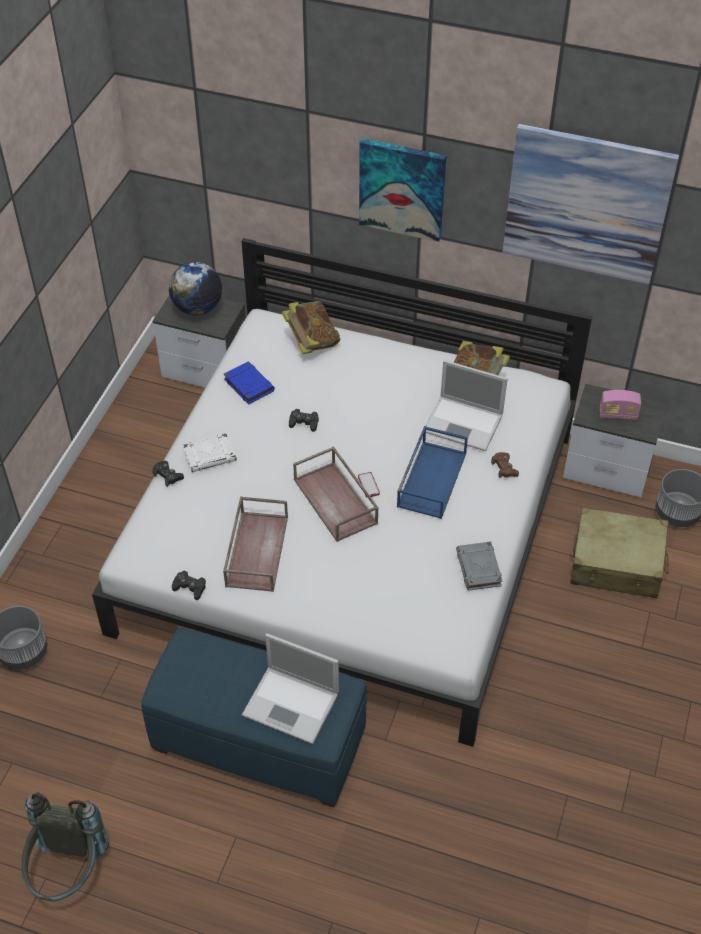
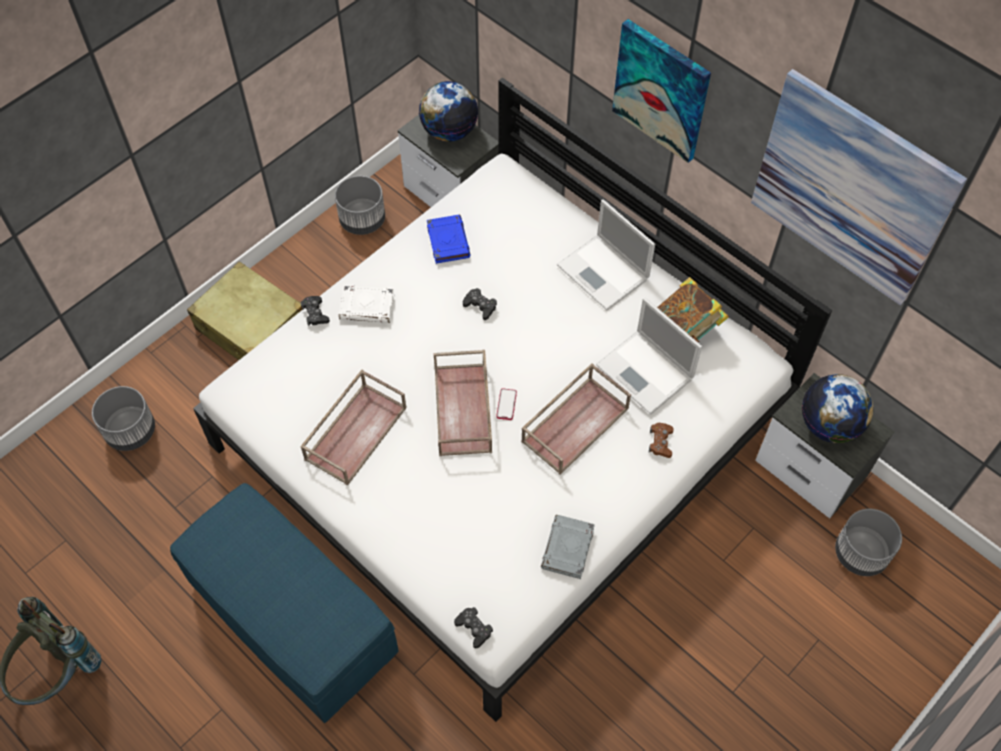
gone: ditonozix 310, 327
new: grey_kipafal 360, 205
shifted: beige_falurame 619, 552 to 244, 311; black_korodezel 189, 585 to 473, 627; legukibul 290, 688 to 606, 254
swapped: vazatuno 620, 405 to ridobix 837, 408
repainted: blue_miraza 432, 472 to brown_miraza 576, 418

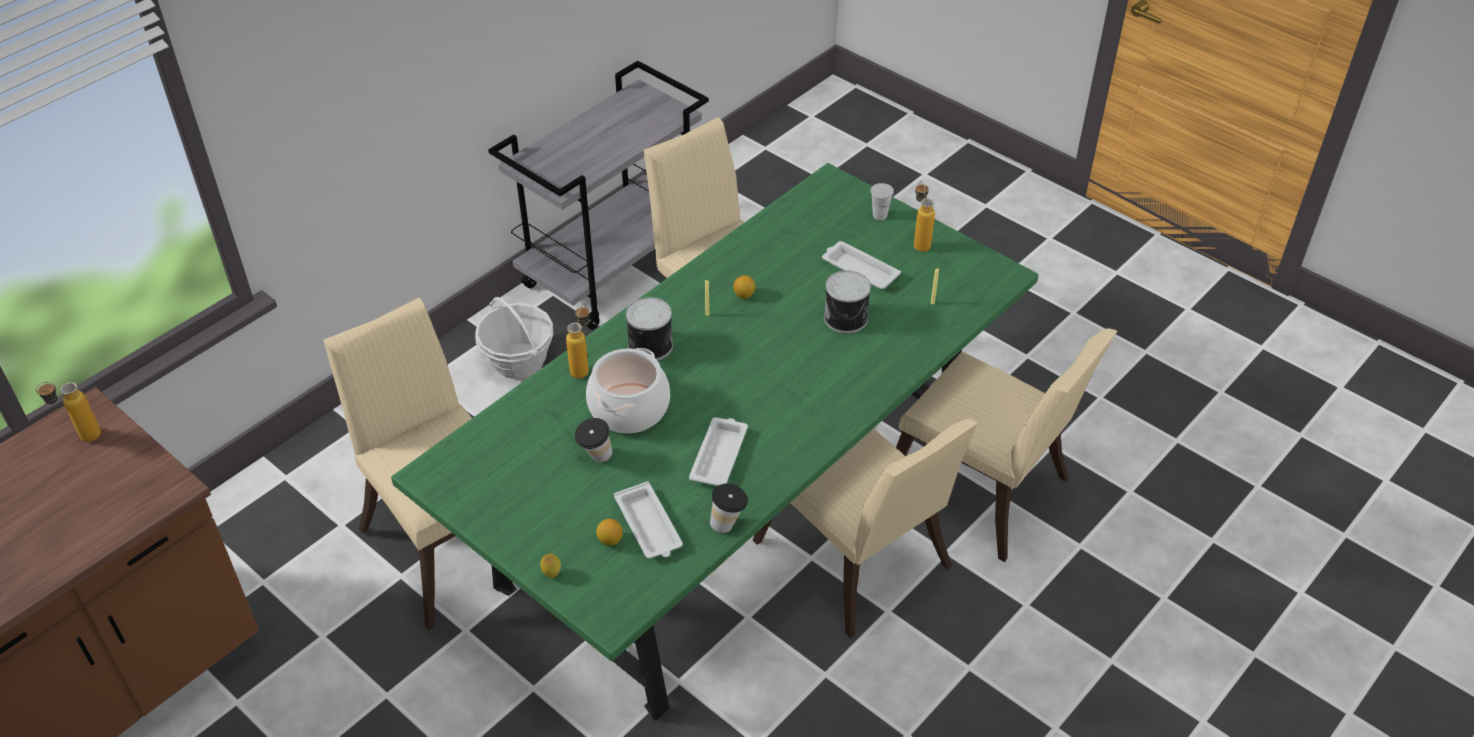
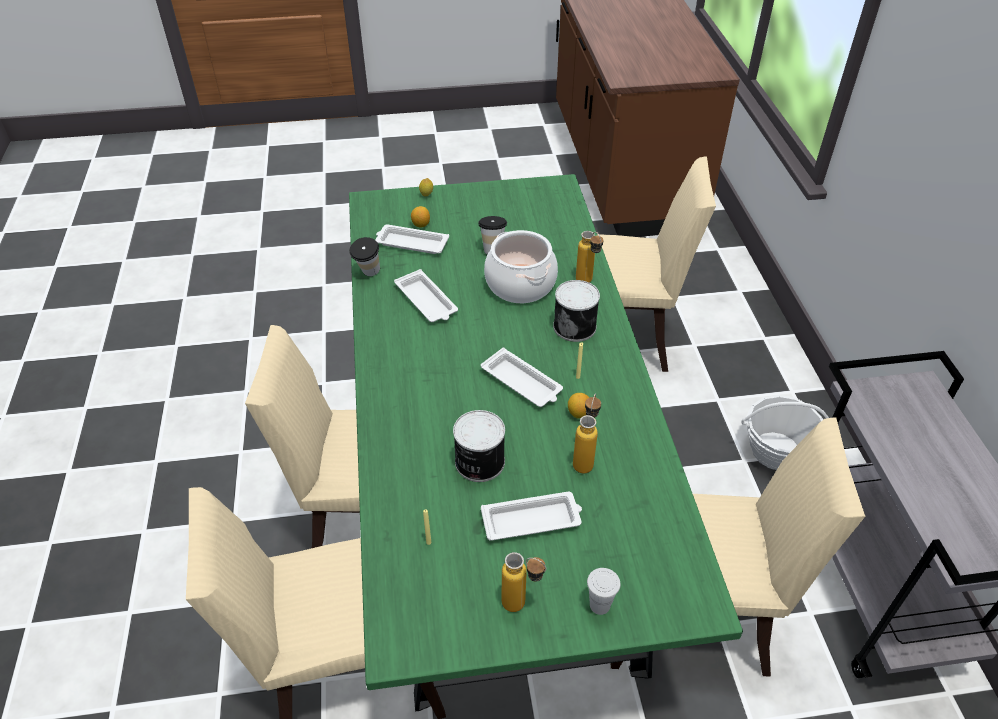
new: white_miraza 522, 377
shifted: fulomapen 68, 412 to 587, 433

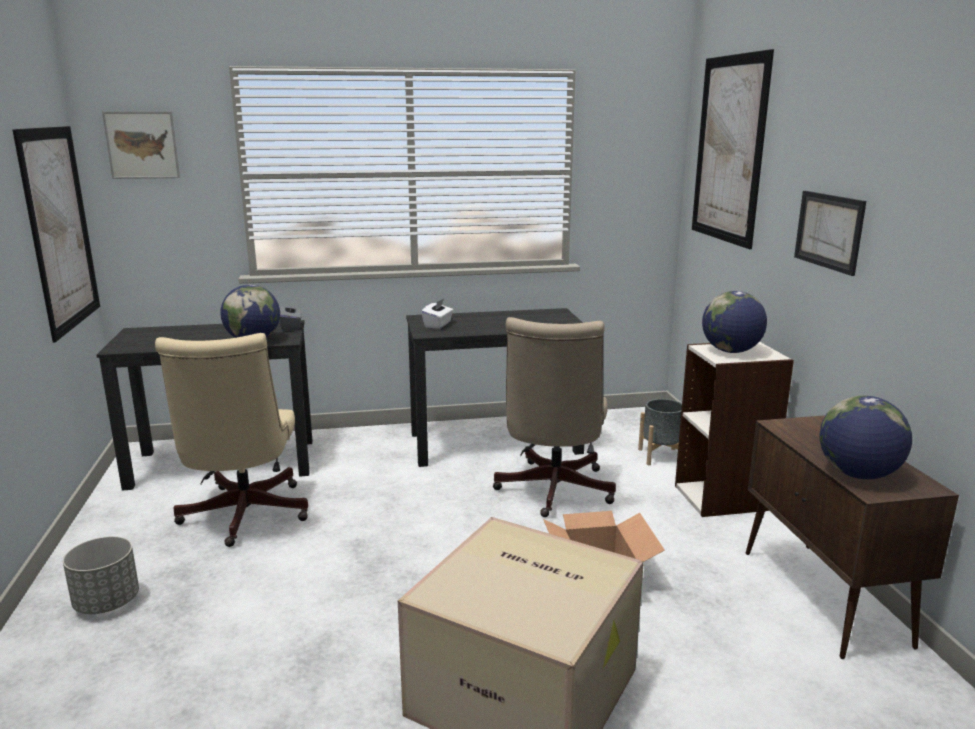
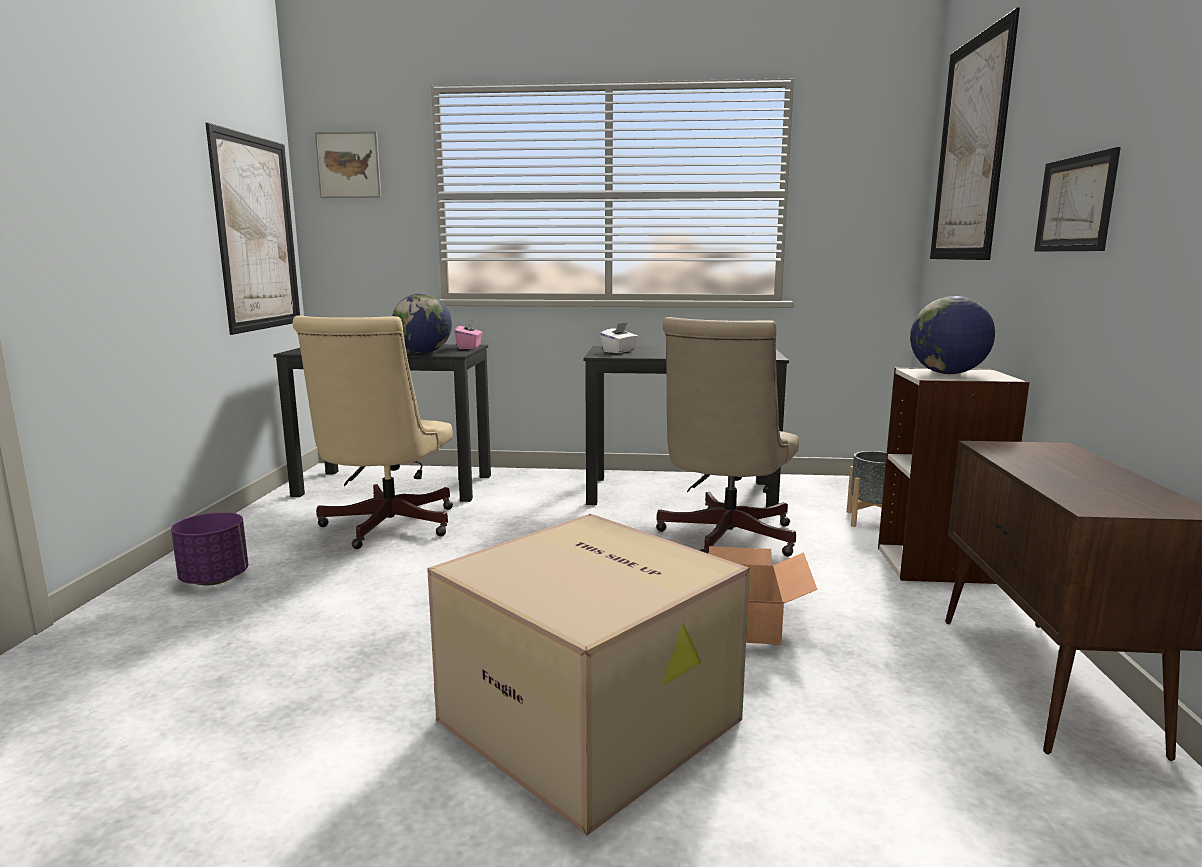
gone: ridobix 865, 437
repainted: grey_kipafal 101, 575 to purple_kipafal 209, 549; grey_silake 290, 316 to pink_silake 469, 334

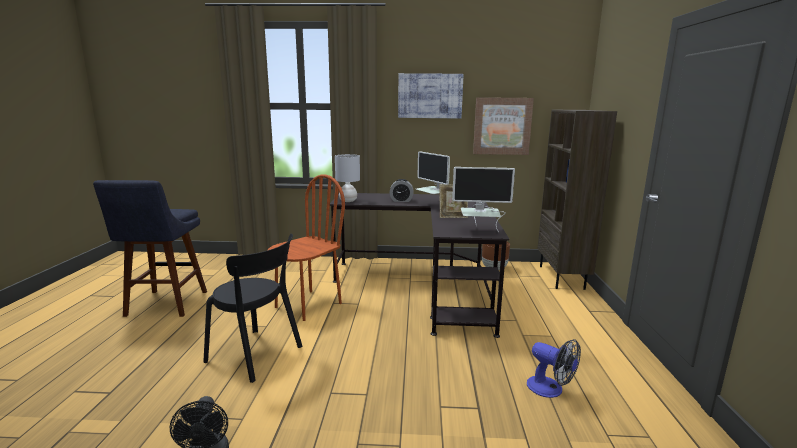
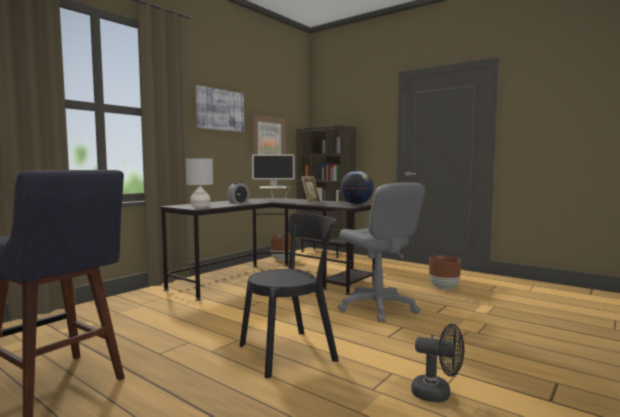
gone: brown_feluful 306, 247
new: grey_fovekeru 381, 252
swapped: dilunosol 483, 200 to ridobix 357, 187; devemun 554, 368 to brown_kipafal 445, 273

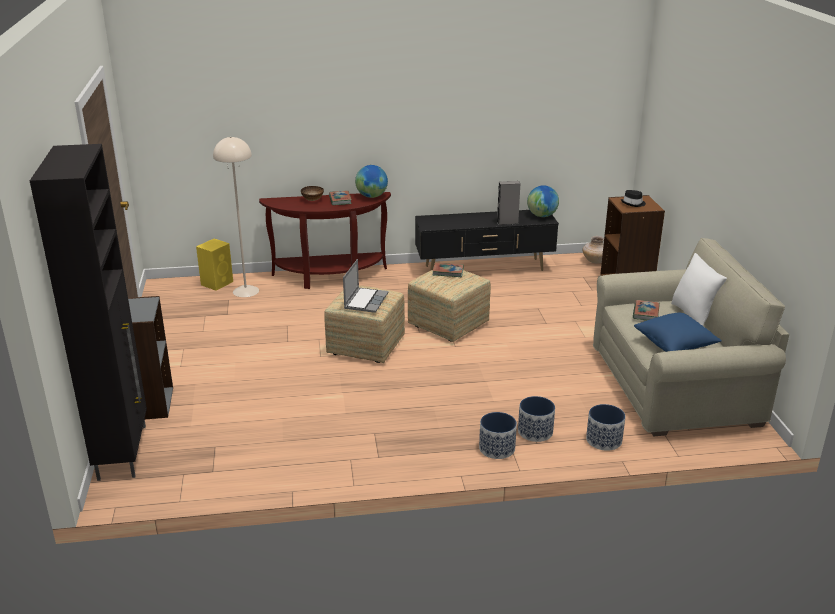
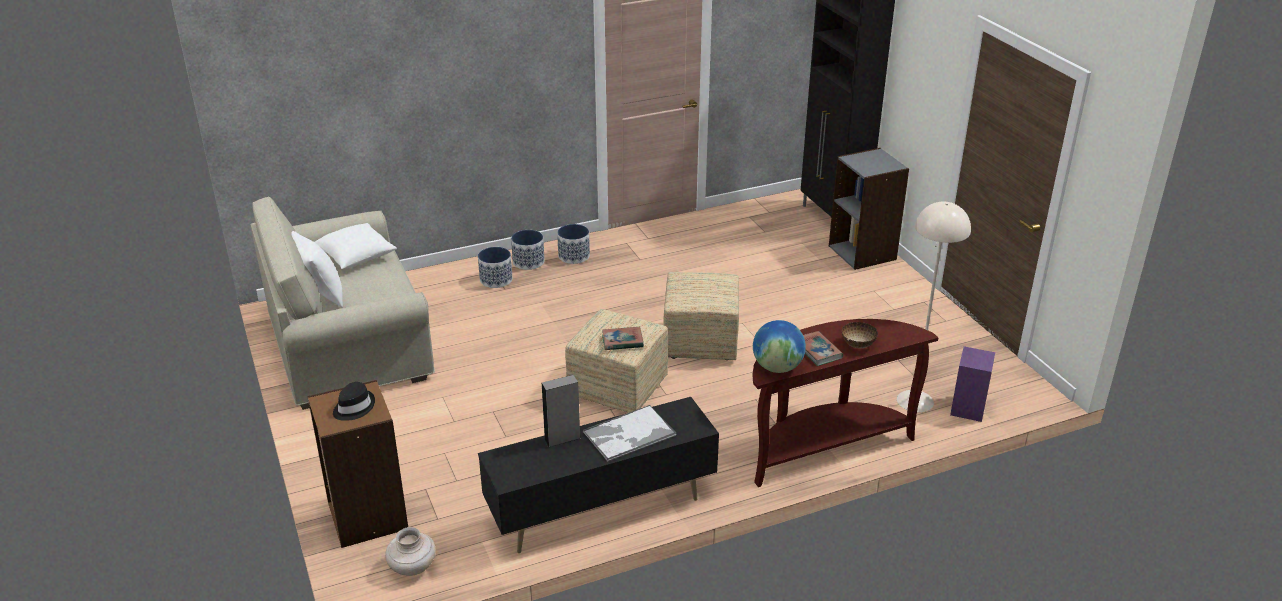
gone: legukibul 366, 286; ridobix 543, 201; ditonozix 646, 310
new: miraza 629, 433
shifted: kipafal 605, 427 to 573, 244
repainted: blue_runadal 678, 332 to white_runadal 356, 246; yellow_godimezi 214, 265 to purple_godimezi 972, 384

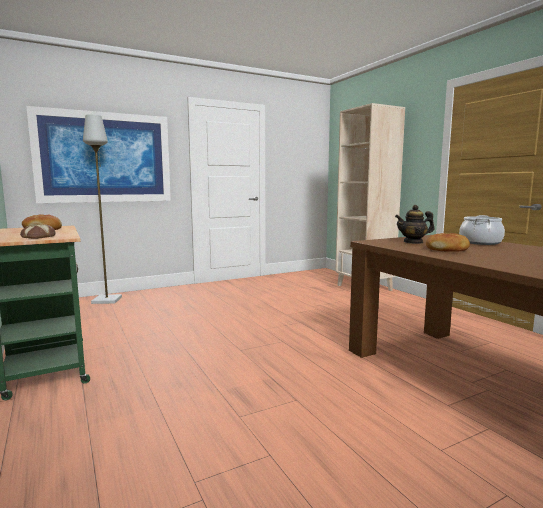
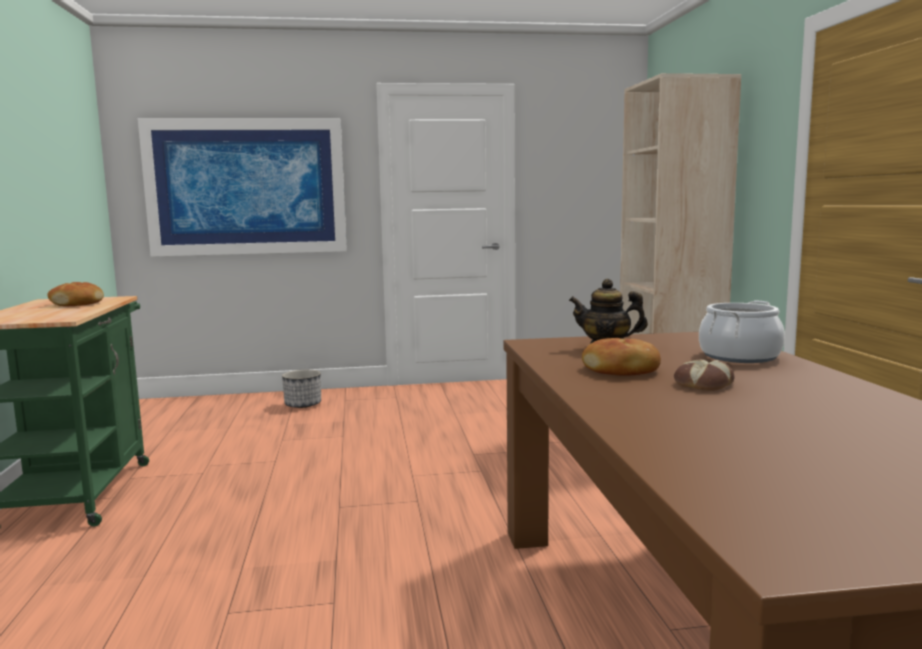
gone: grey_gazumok 102, 209
new: kipafal 301, 389
shifted: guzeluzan 38, 232 to 704, 375

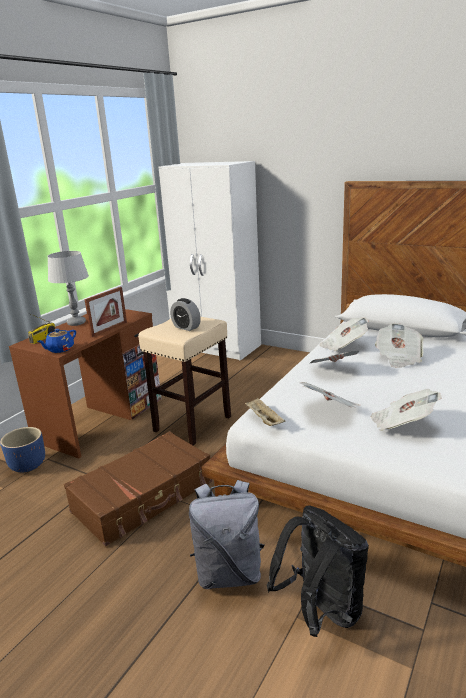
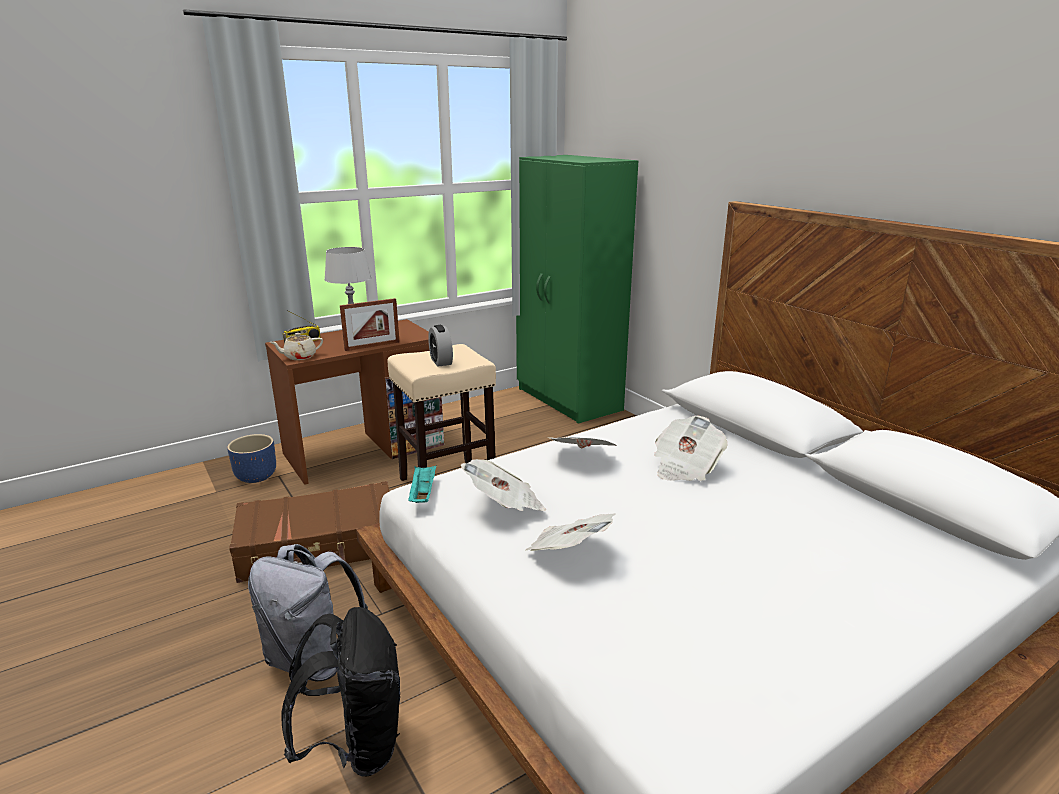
gone: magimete 344, 334
repainted: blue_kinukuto 56, 341 to beige_kinukuto 296, 346; beige_miraza 265, 412 to turquoise_miraza 422, 484; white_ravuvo 210, 261 to green_ravuvo 577, 289

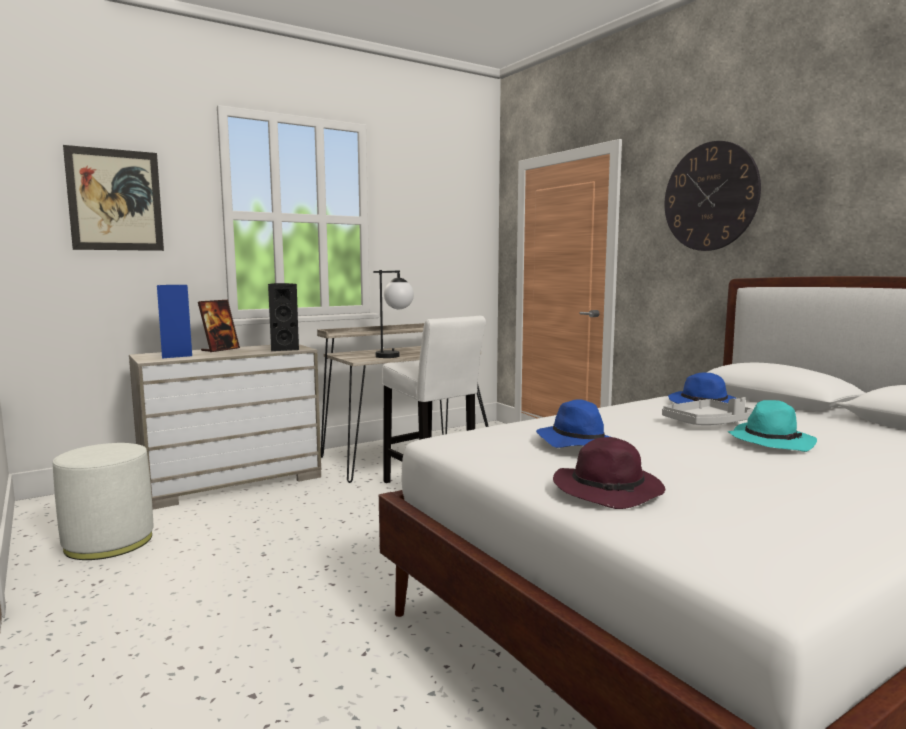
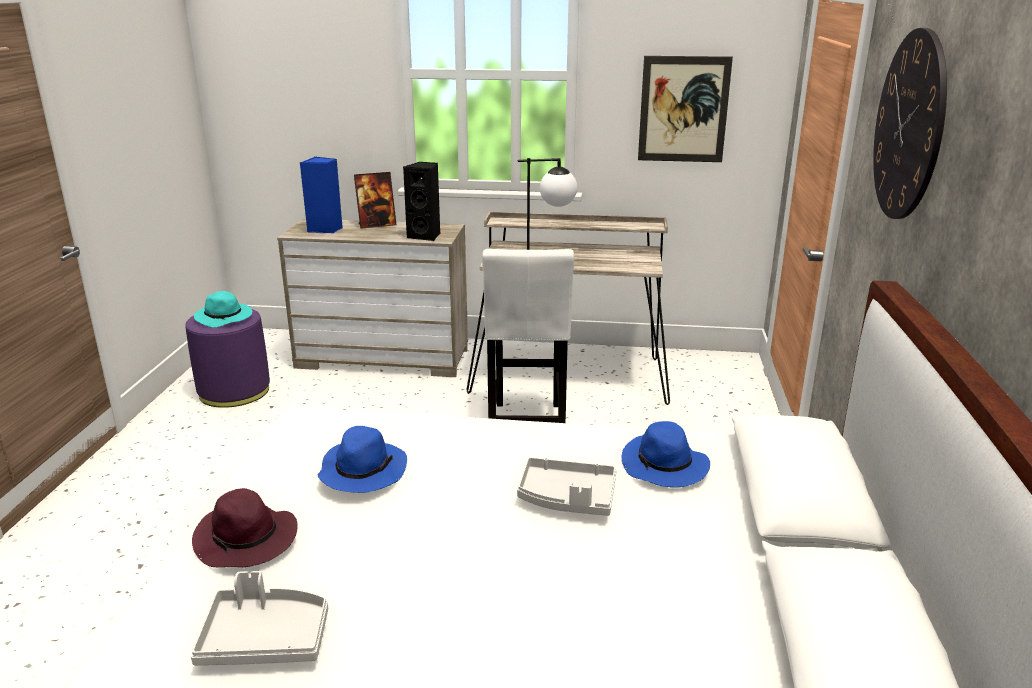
new: grey_miraza 259, 618
shifted: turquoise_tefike 772, 426 to 223, 309; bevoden 113, 198 to 685, 109
repainted: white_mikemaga 103, 501 to purple_mikemaga 227, 358

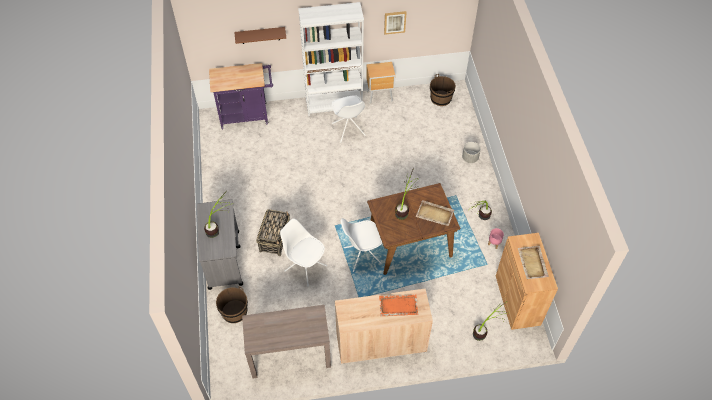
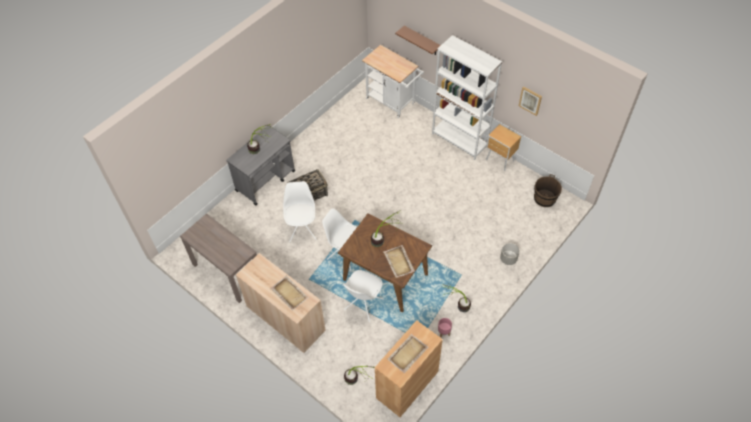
gone: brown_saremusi 232, 304
shifted: white_feluful 349, 118 to 363, 296
repainted: orange_miraza 398, 305 to beige_miraza 289, 293; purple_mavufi 241, 96 to white_mavufi 393, 81

